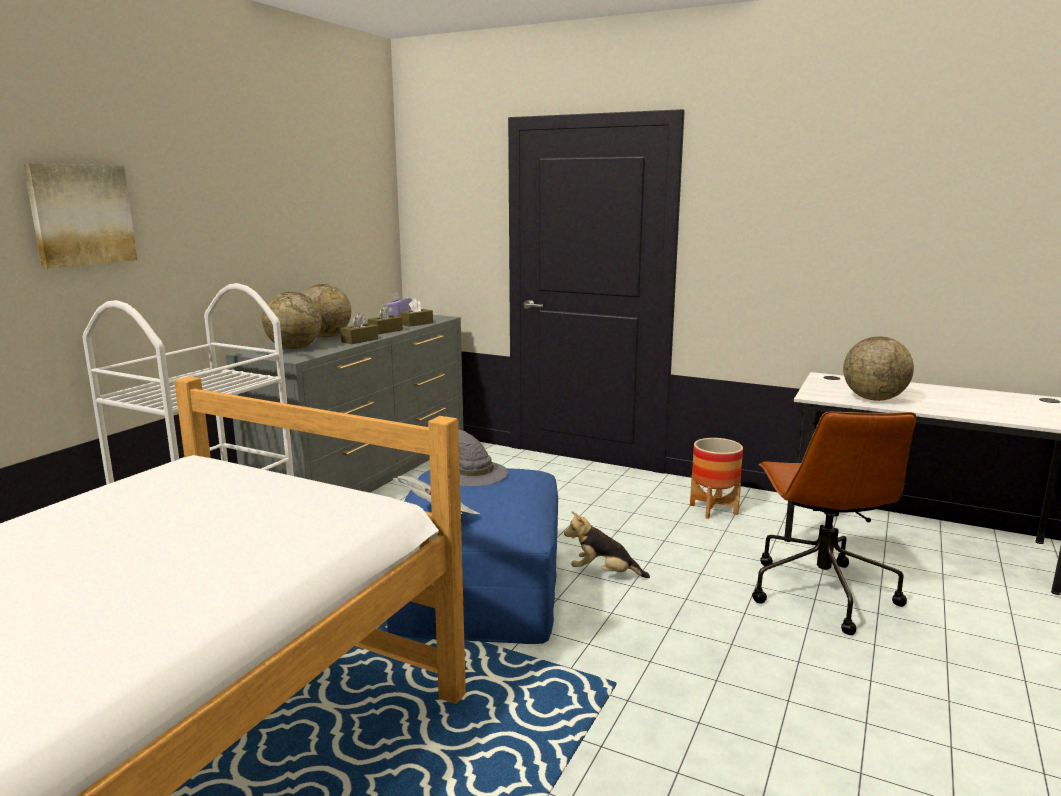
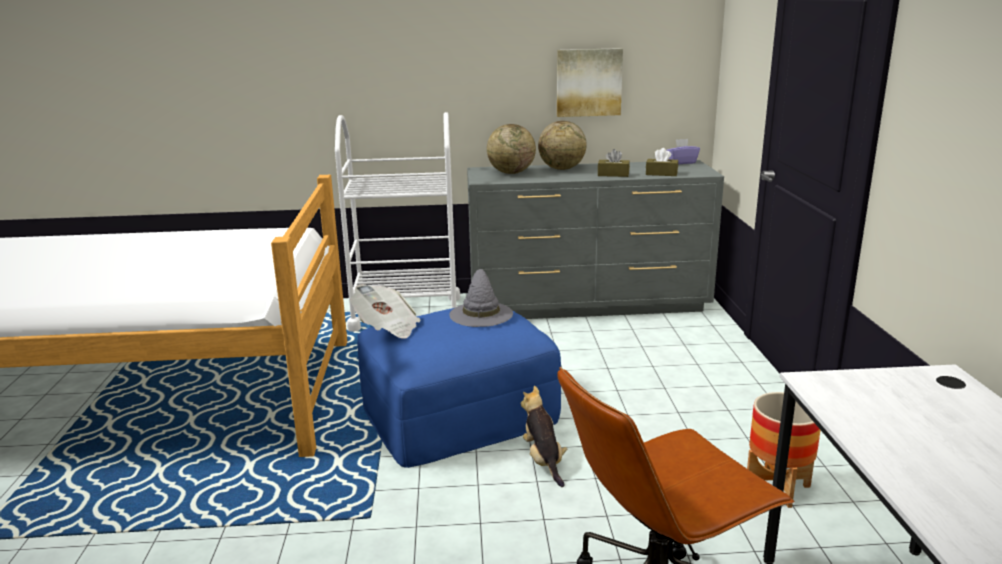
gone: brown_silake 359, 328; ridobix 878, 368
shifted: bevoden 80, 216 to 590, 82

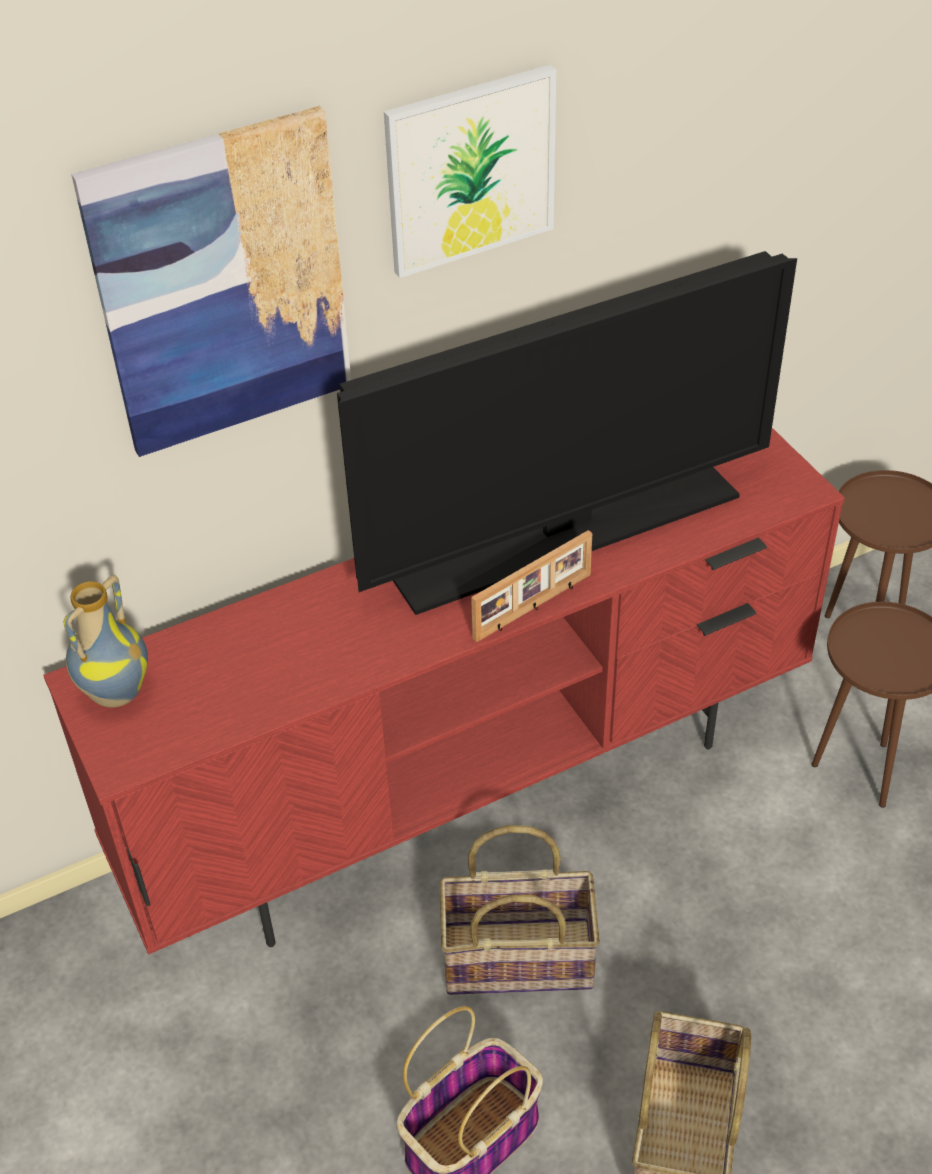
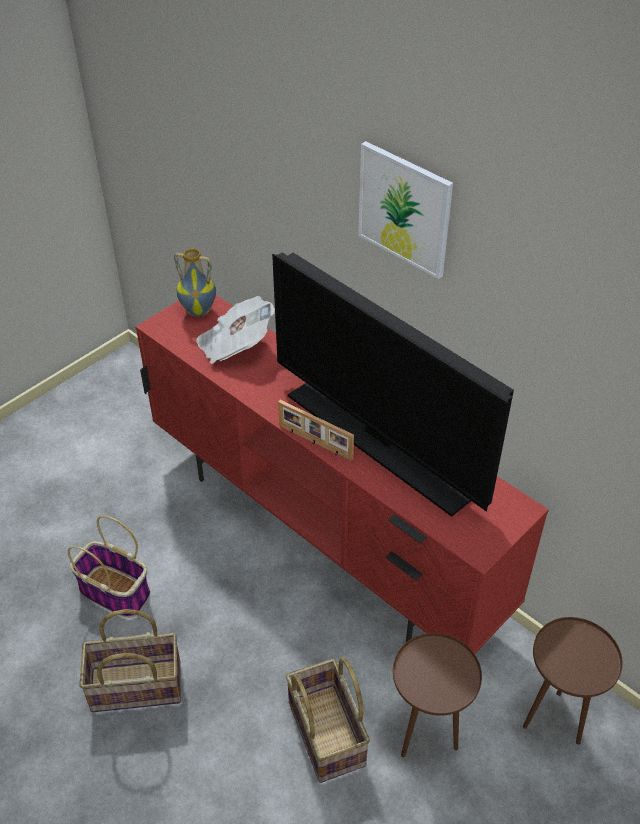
gone: bevoden 211, 281
new: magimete 235, 330
shifted: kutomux 520, 910 to 328, 720

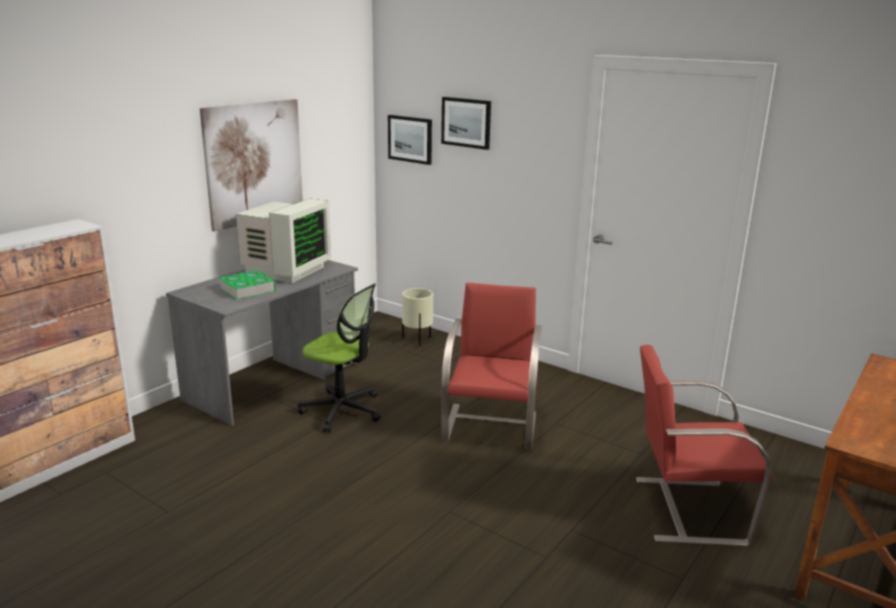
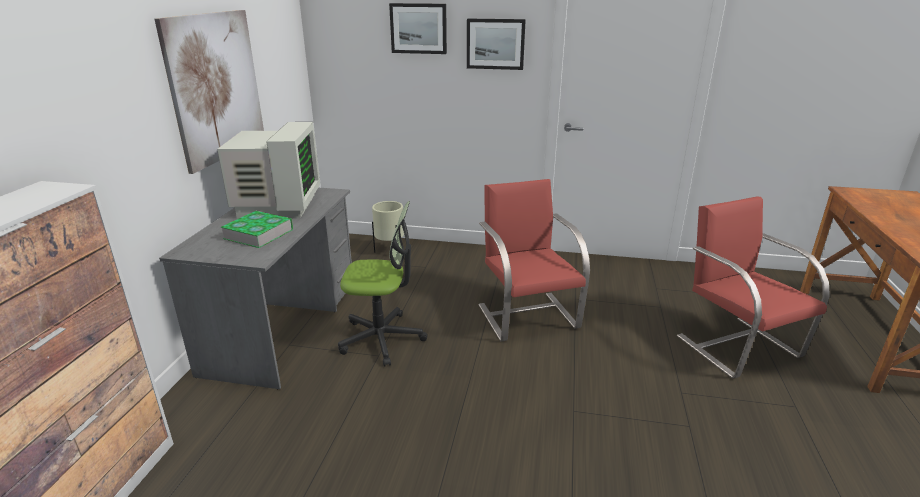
shifted: bevoden 410, 140 to 496, 44
rotated: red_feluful 705, 445 = 753, 288 90 degrees clockwise

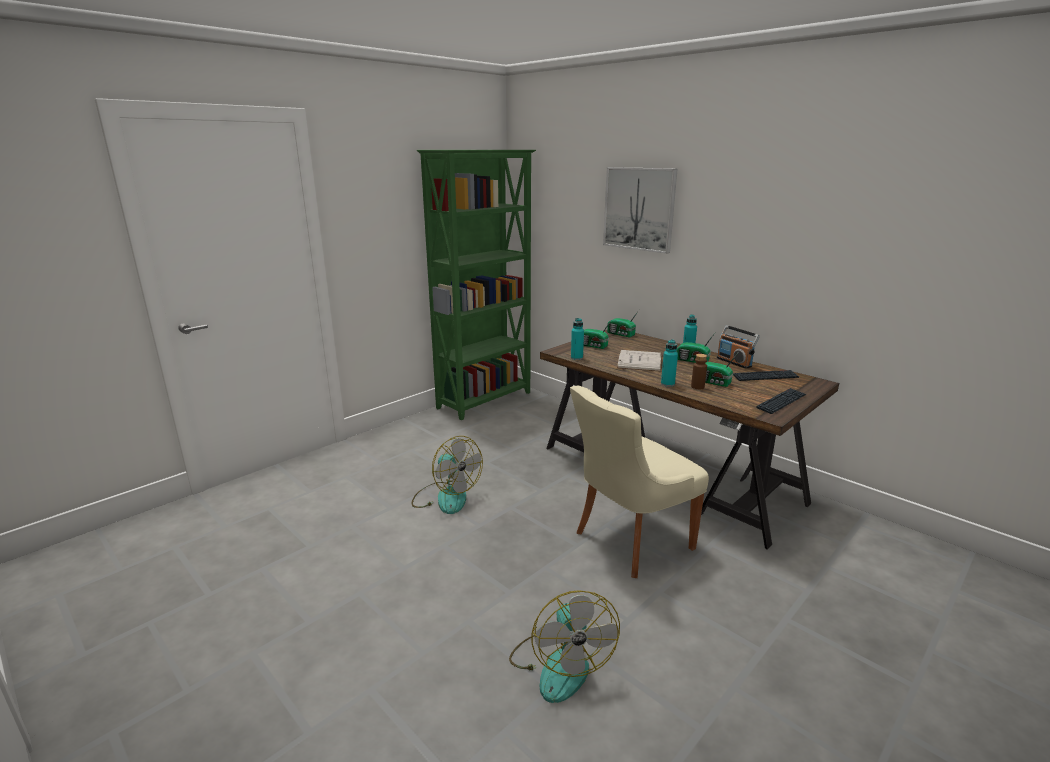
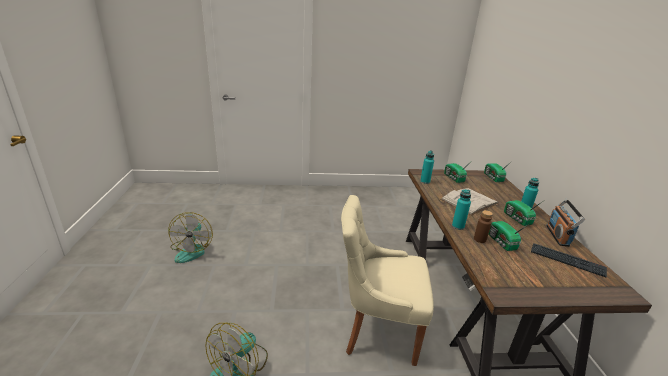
gone: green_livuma 476, 285; bevoden 640, 210; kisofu 781, 401
shifted: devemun 447, 475 to 190, 237

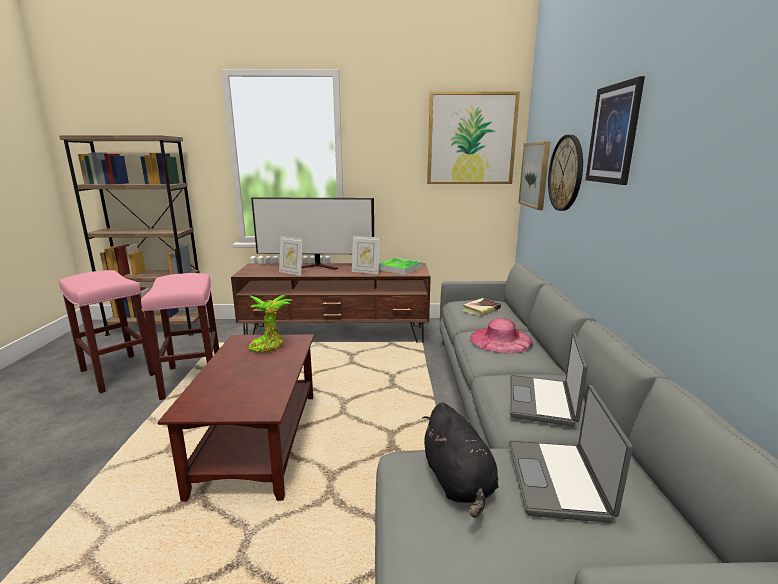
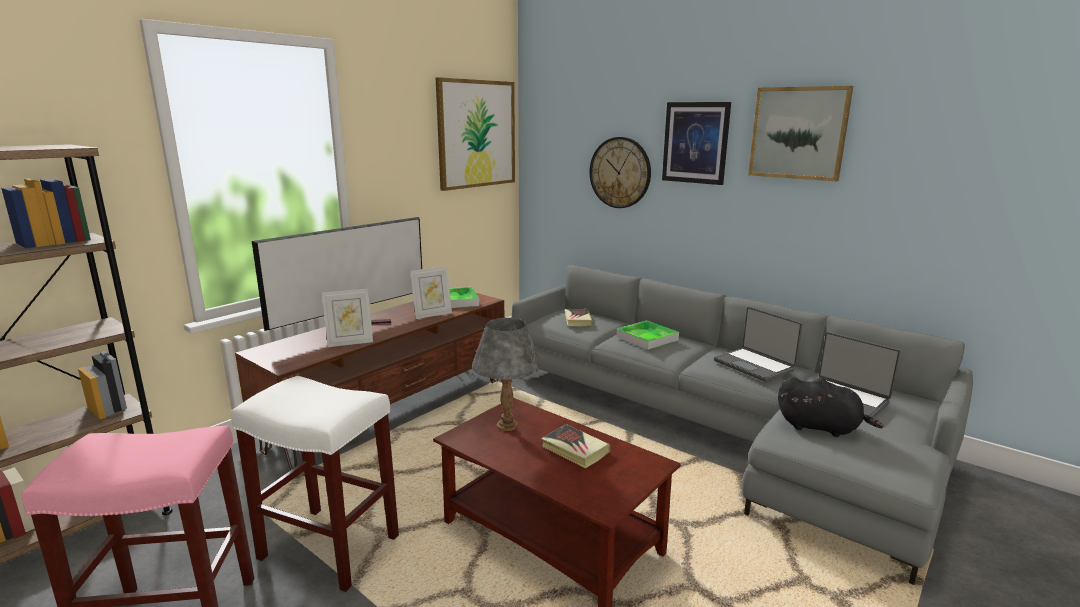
new: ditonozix 575, 446
shifted: bevoden 534, 175 to 800, 133
swapped: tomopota 269, 323 to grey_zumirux 506, 374; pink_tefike 502, 336 to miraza 647, 335
repainted: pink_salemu 180, 336 to white_salemu 315, 484

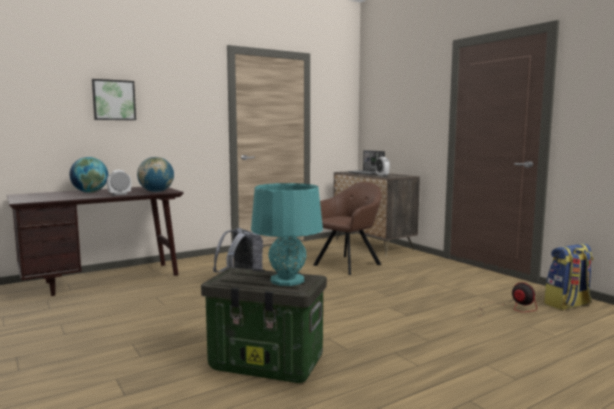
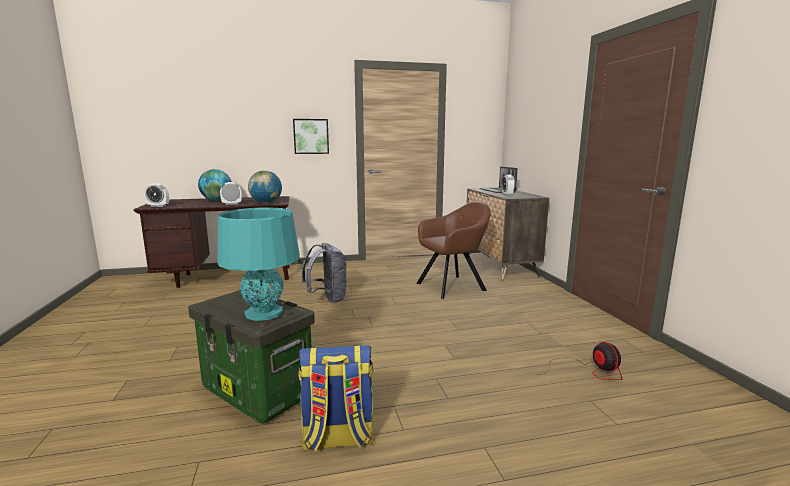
new: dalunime 157, 195
shifted: bevoden 114, 99 to 311, 136; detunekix 568, 277 to 336, 398

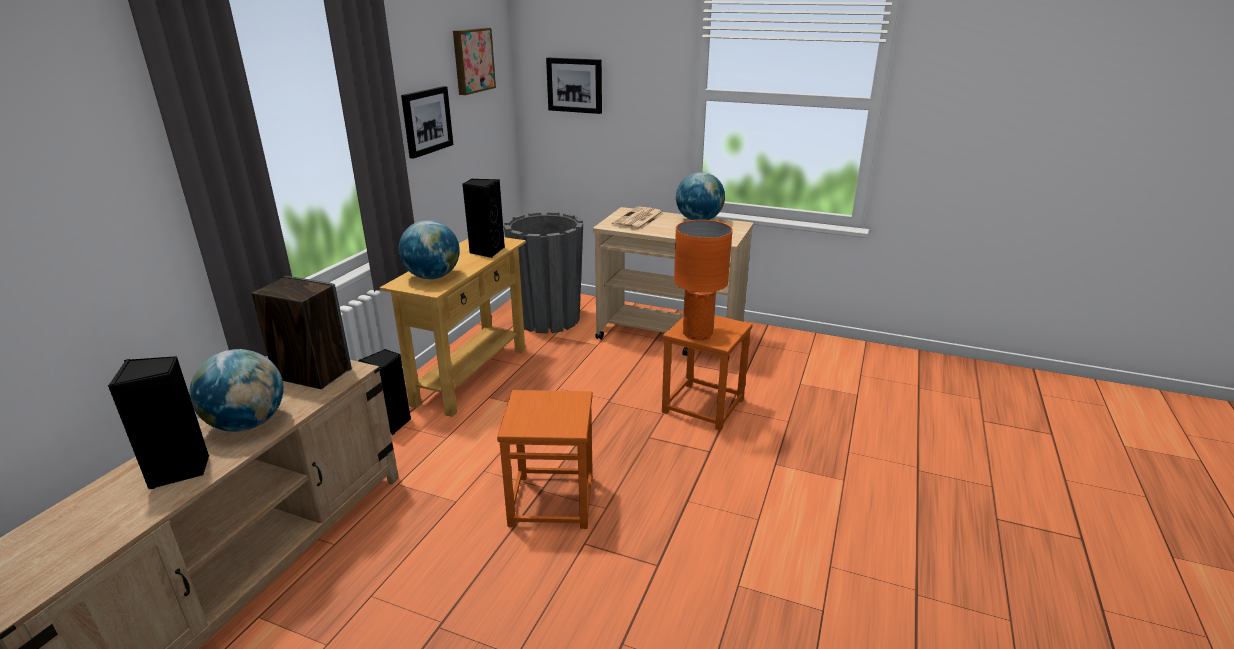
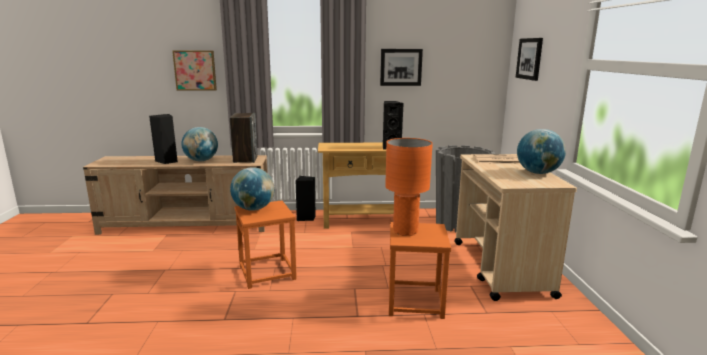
shifted: bevoden 474, 61 to 194, 70; ridobix 429, 249 to 252, 189

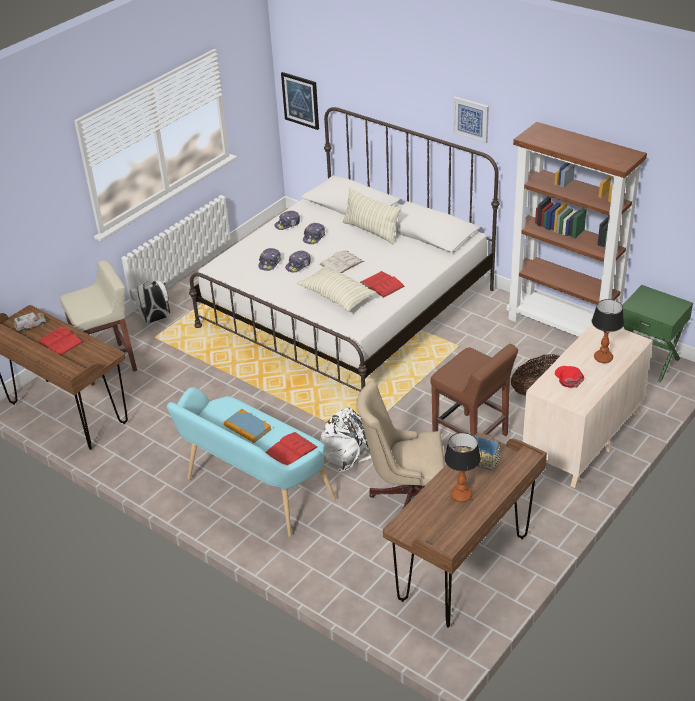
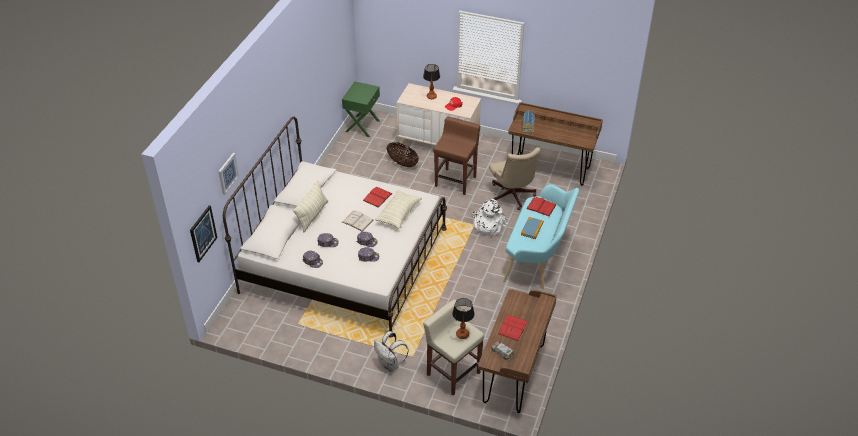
gone: brown_livuma 577, 229
shifted: bevoden 471, 120 to 228, 174; zumirux 462, 467 to 463, 318

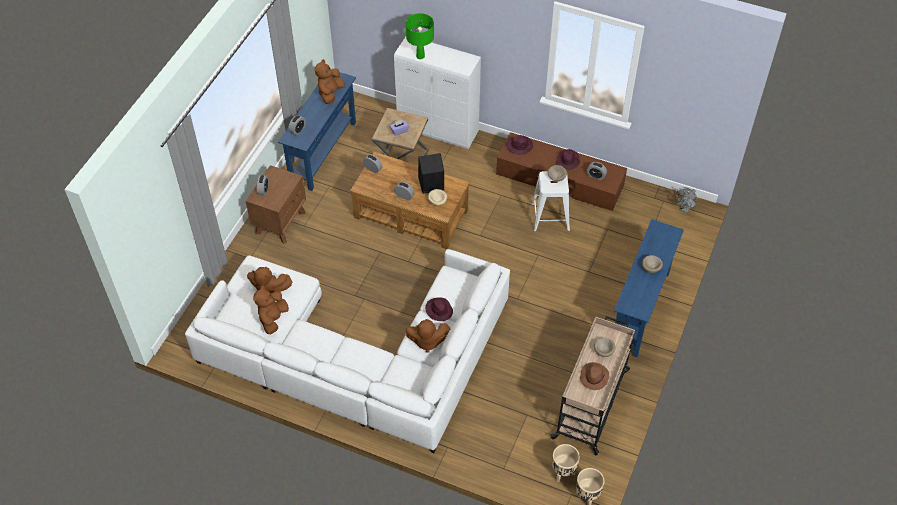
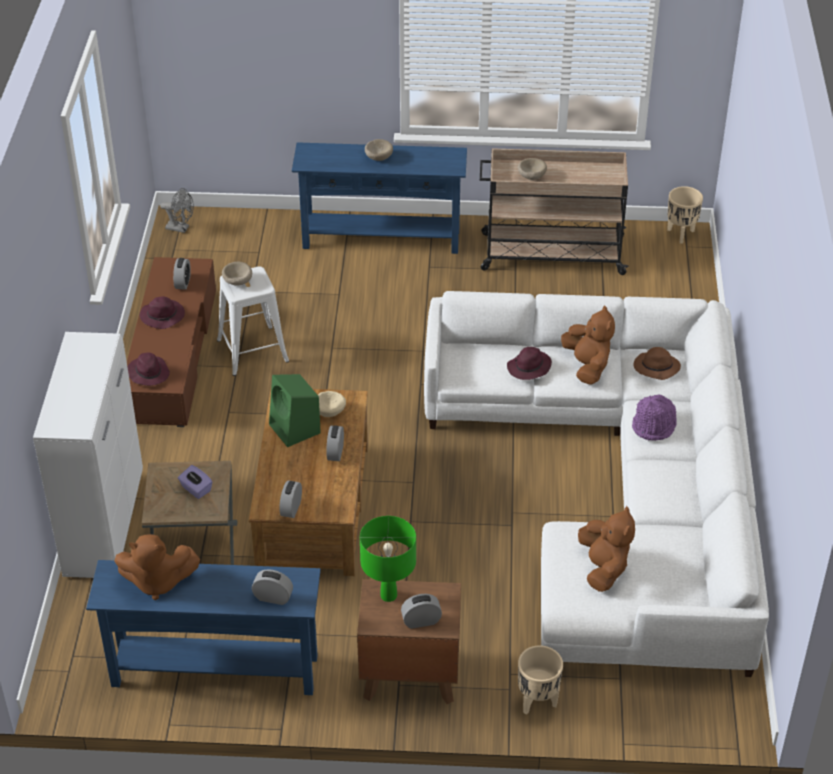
gone: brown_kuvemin 271, 310
new: purple_tefike 654, 418
shifted: green_zumirux 420, 36 to 388, 559; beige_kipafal 566, 463 to 540, 680; brown_tefike 594, 376 to 657, 363
repainted: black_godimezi 431, 173 to green_godimezi 295, 410

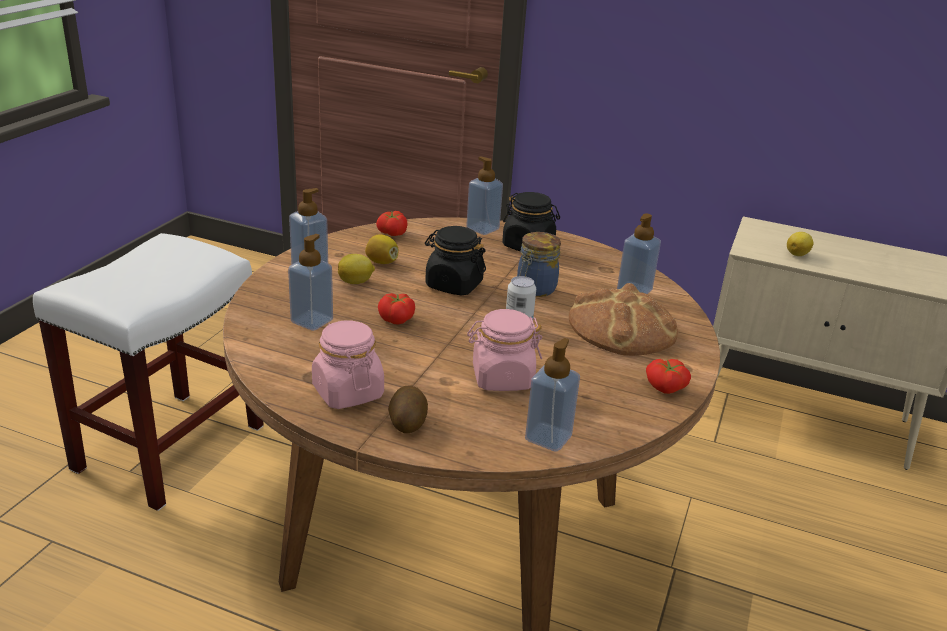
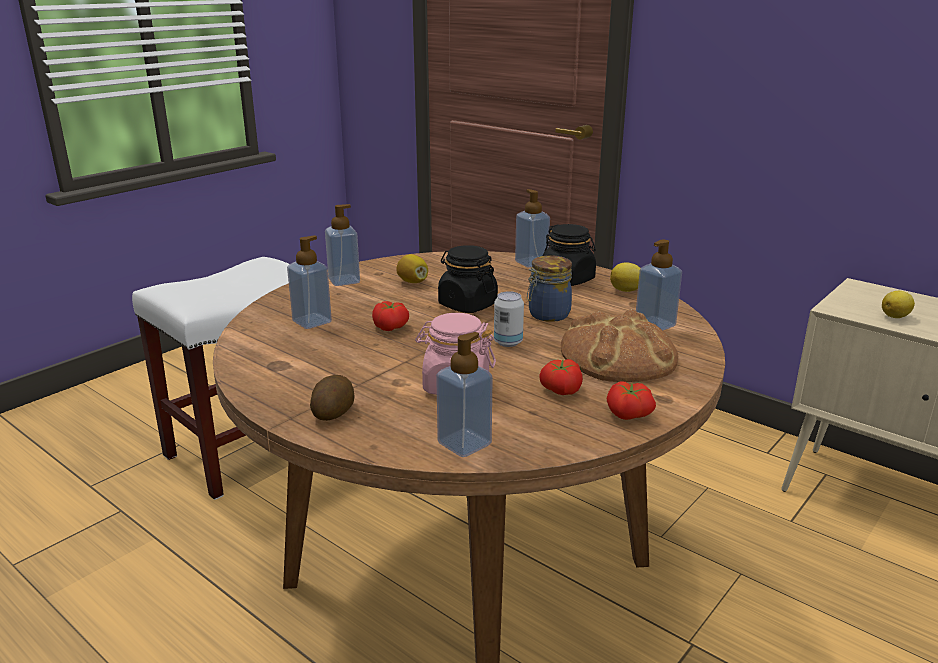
gone: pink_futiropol 348, 365
shifted: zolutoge 391, 223 to 561, 377; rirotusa 356, 269 to 625, 277

